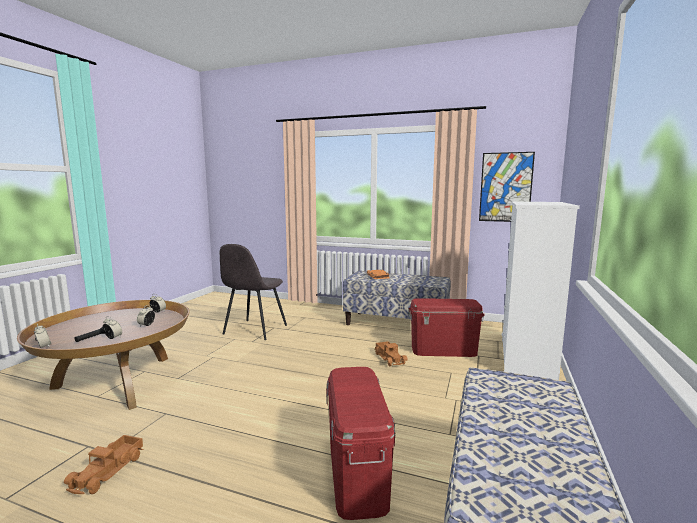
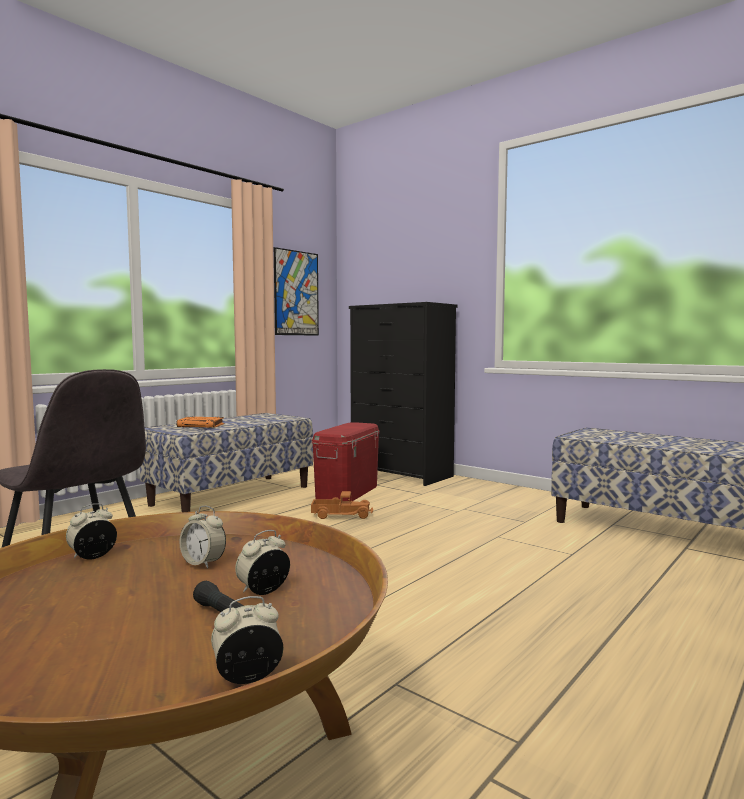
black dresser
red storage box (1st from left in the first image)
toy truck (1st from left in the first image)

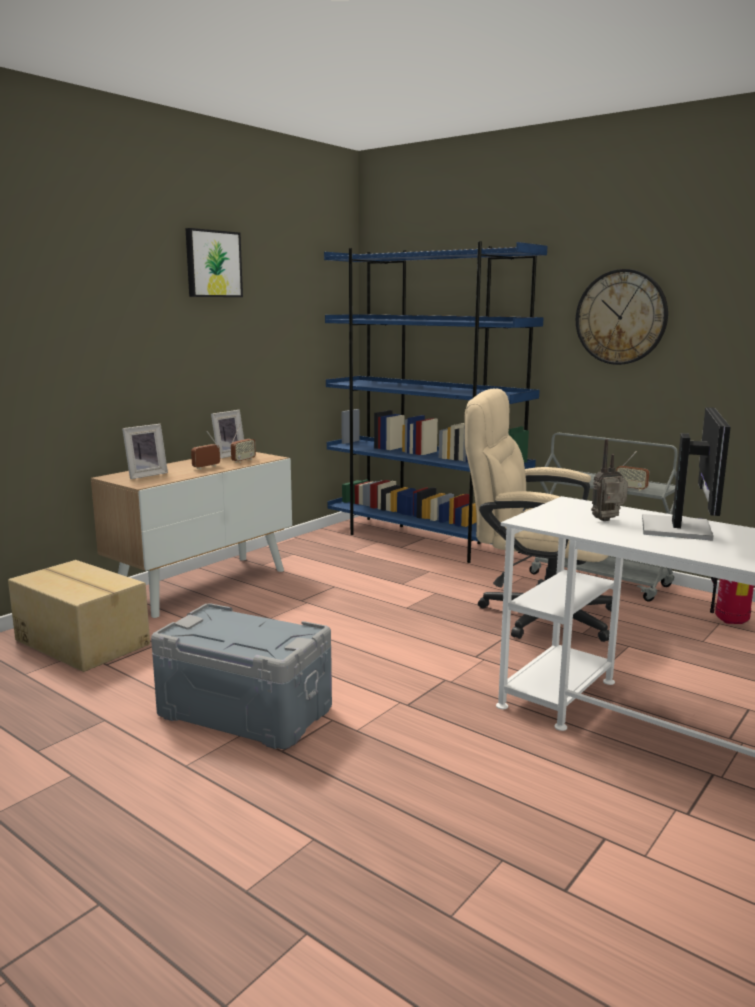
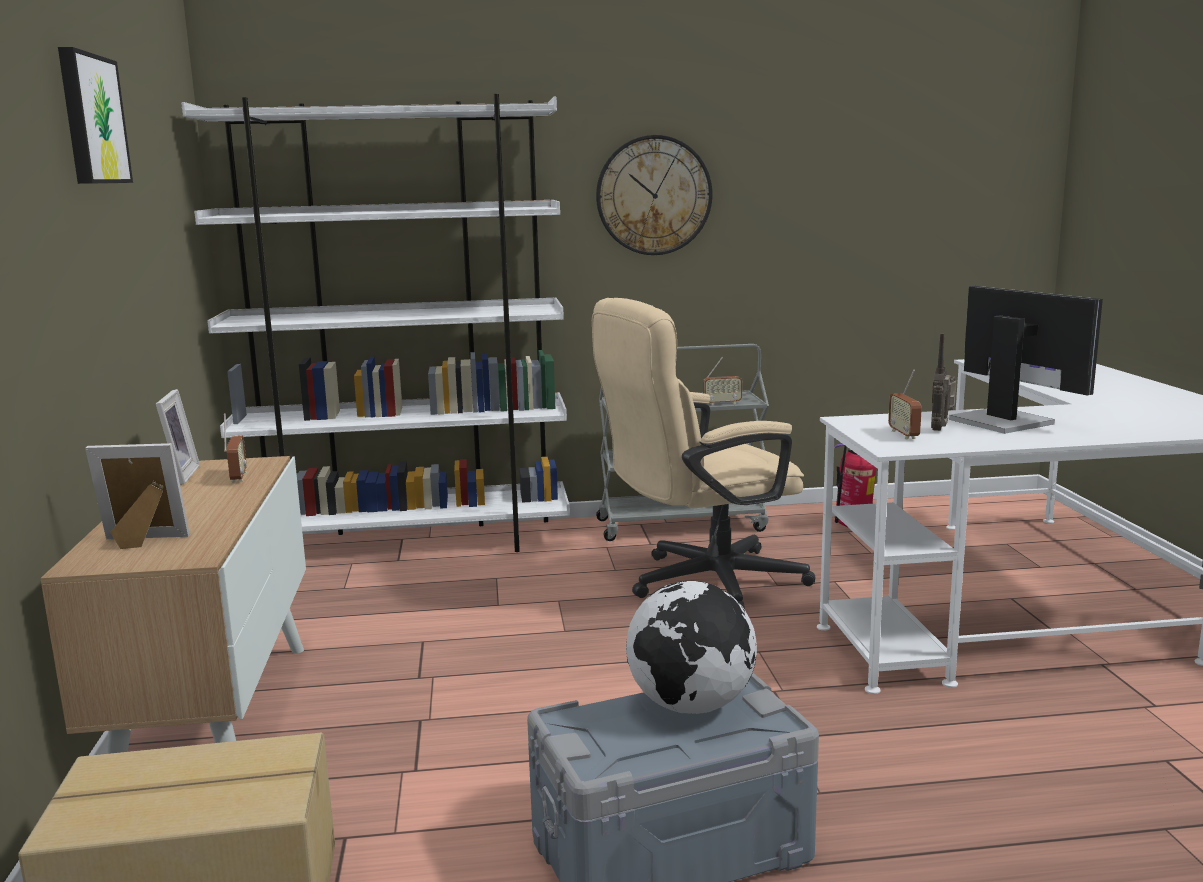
white bookcase
picture frame (1st from left)
radio (3rd from left)
globe

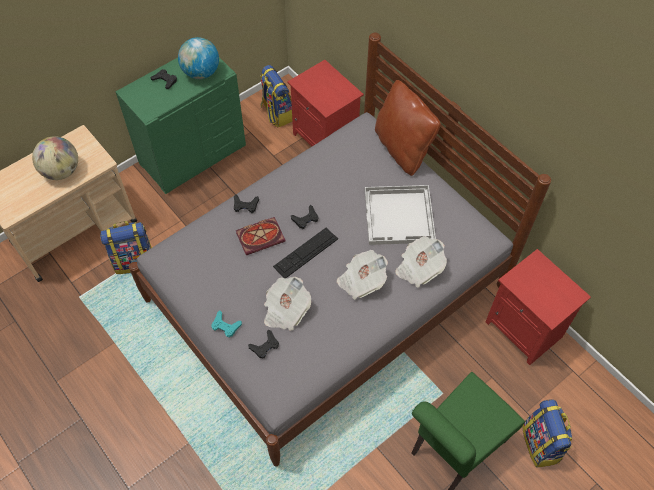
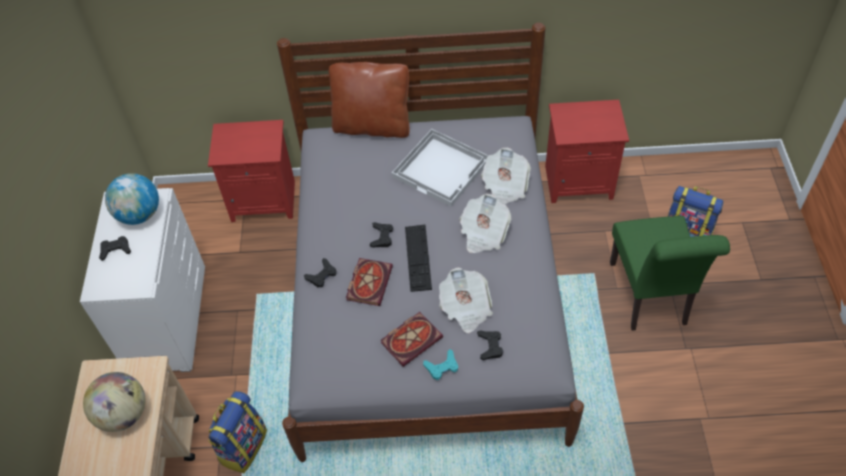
white dresser
backpack (2nd from left in the first image)
book (2nd from left)

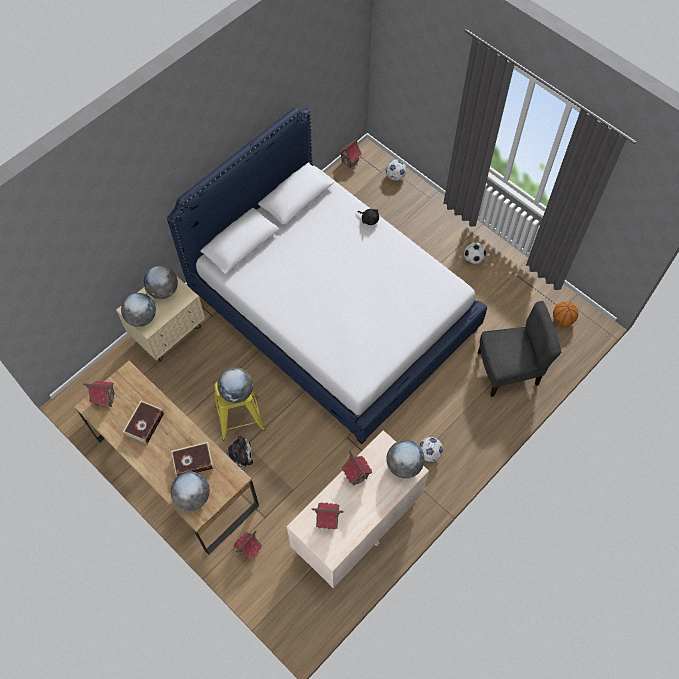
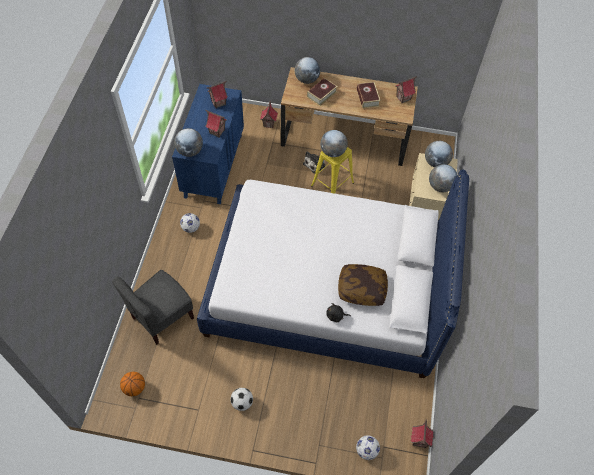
blue dresser
pillow

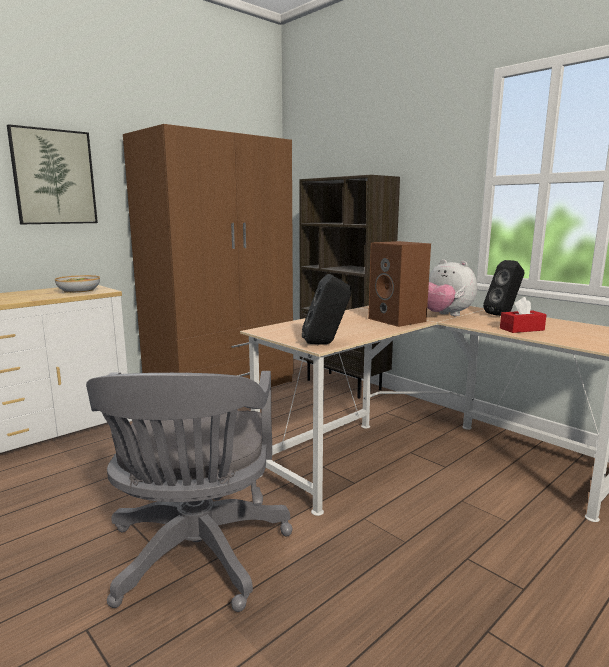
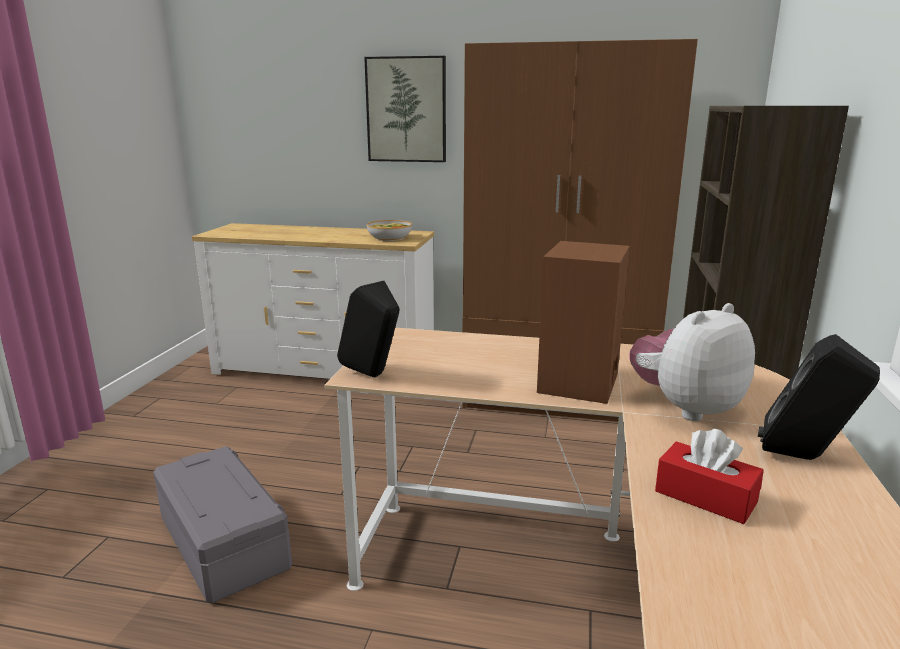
plush toy
grey storage box

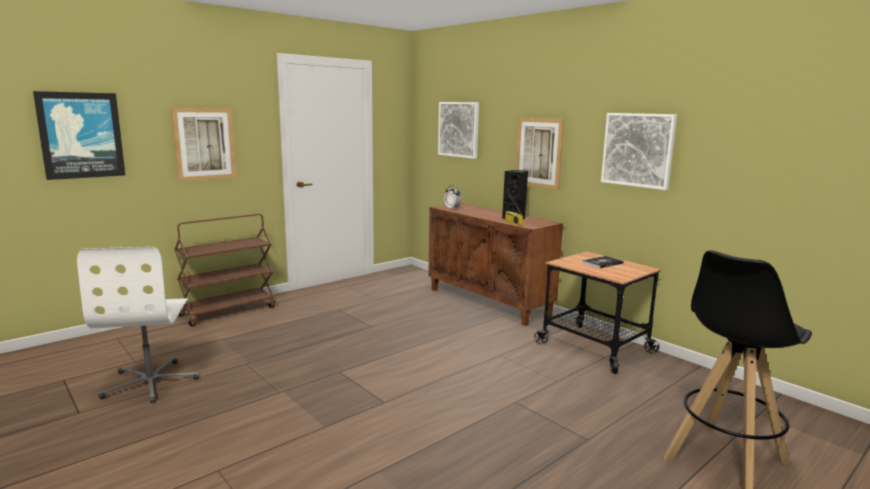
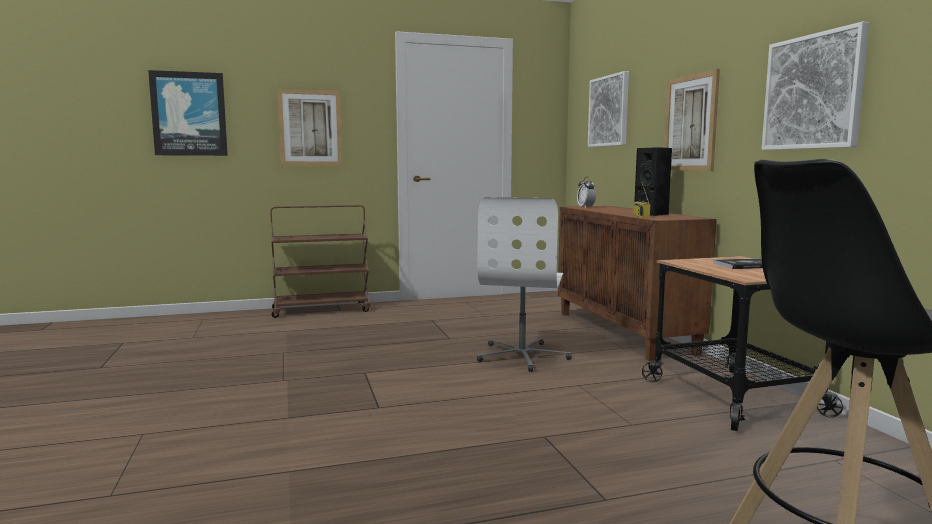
white office chair

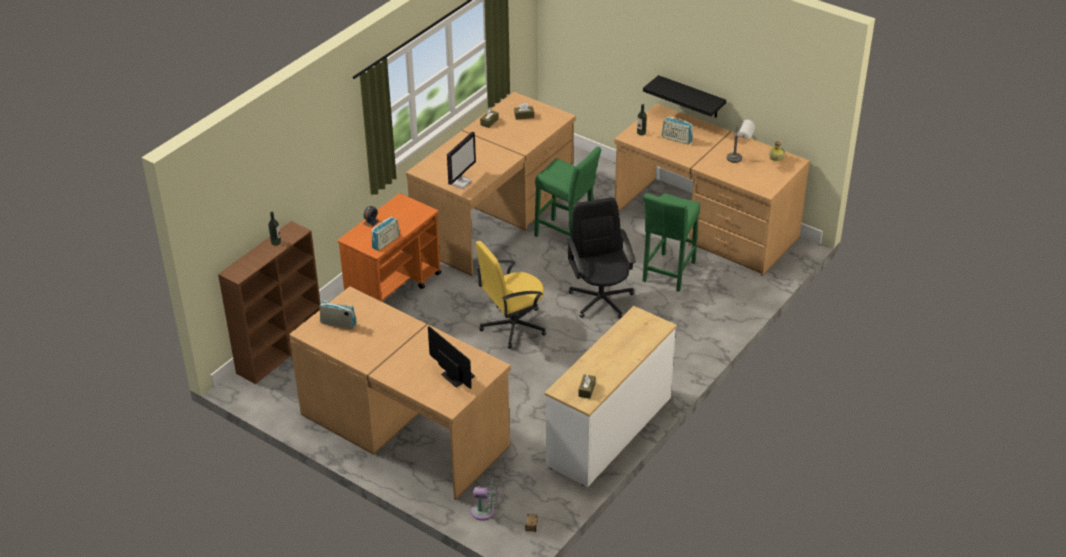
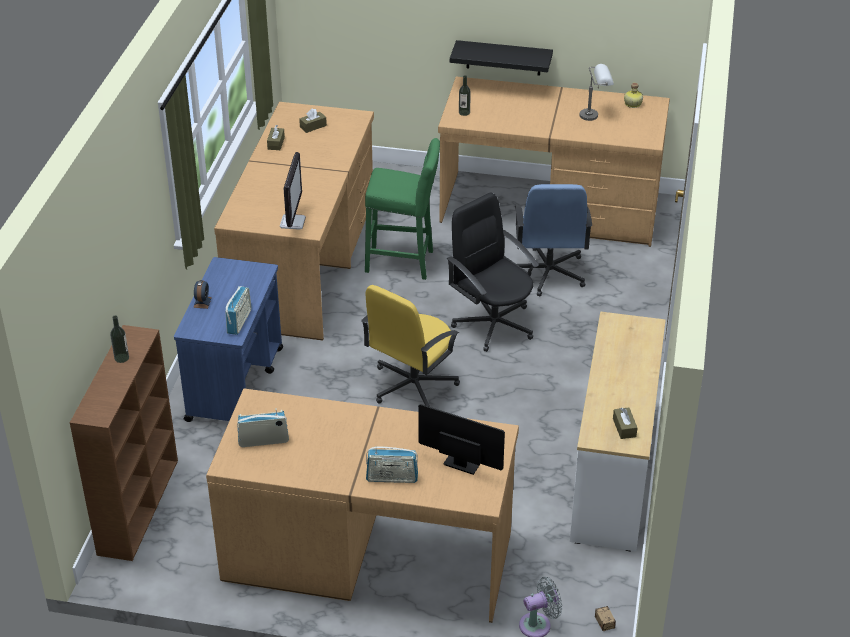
radio (3rd from left)
blue cart
blue office chair

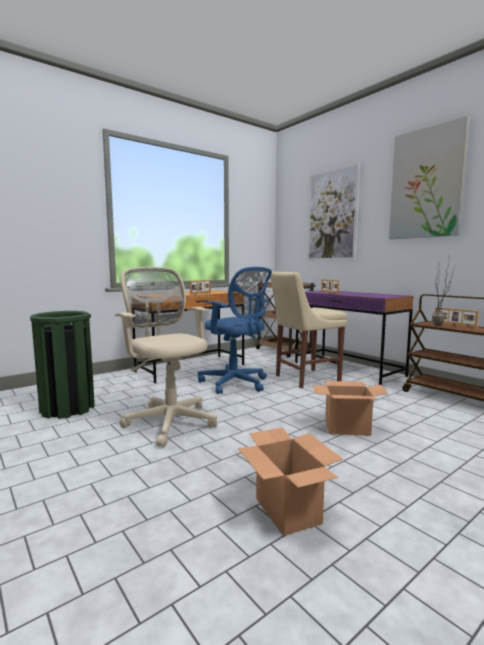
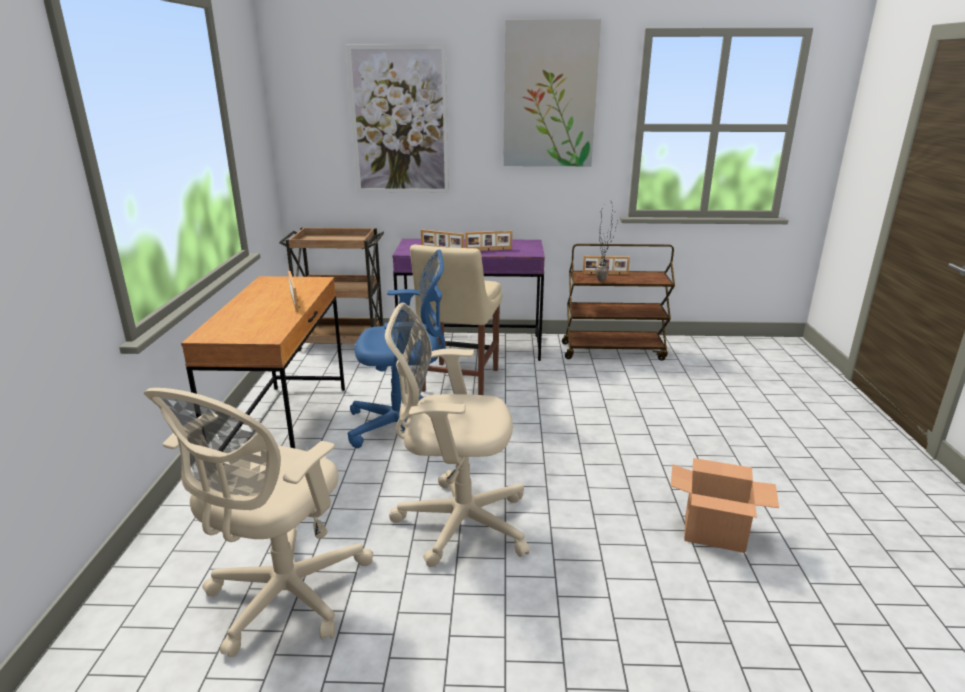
beige office chair (1st from left)
cardboard box (2nd from left in the first image)
picture frame (3rd from left)

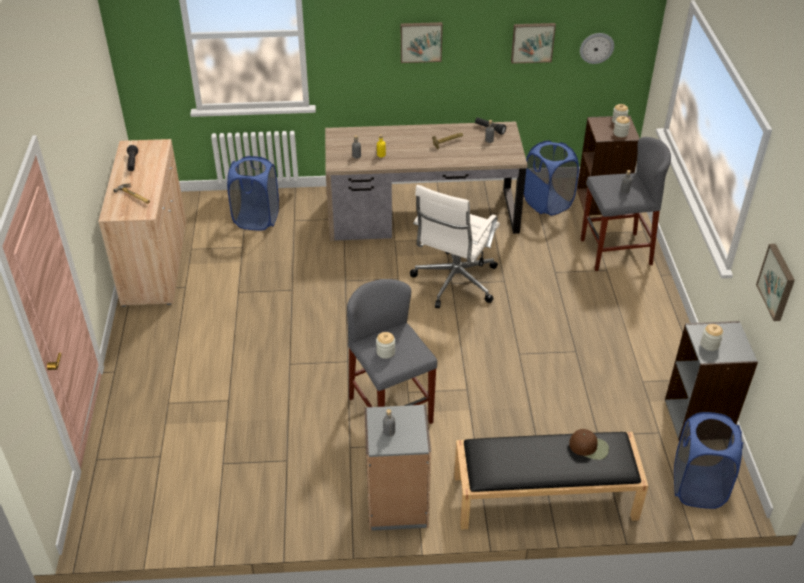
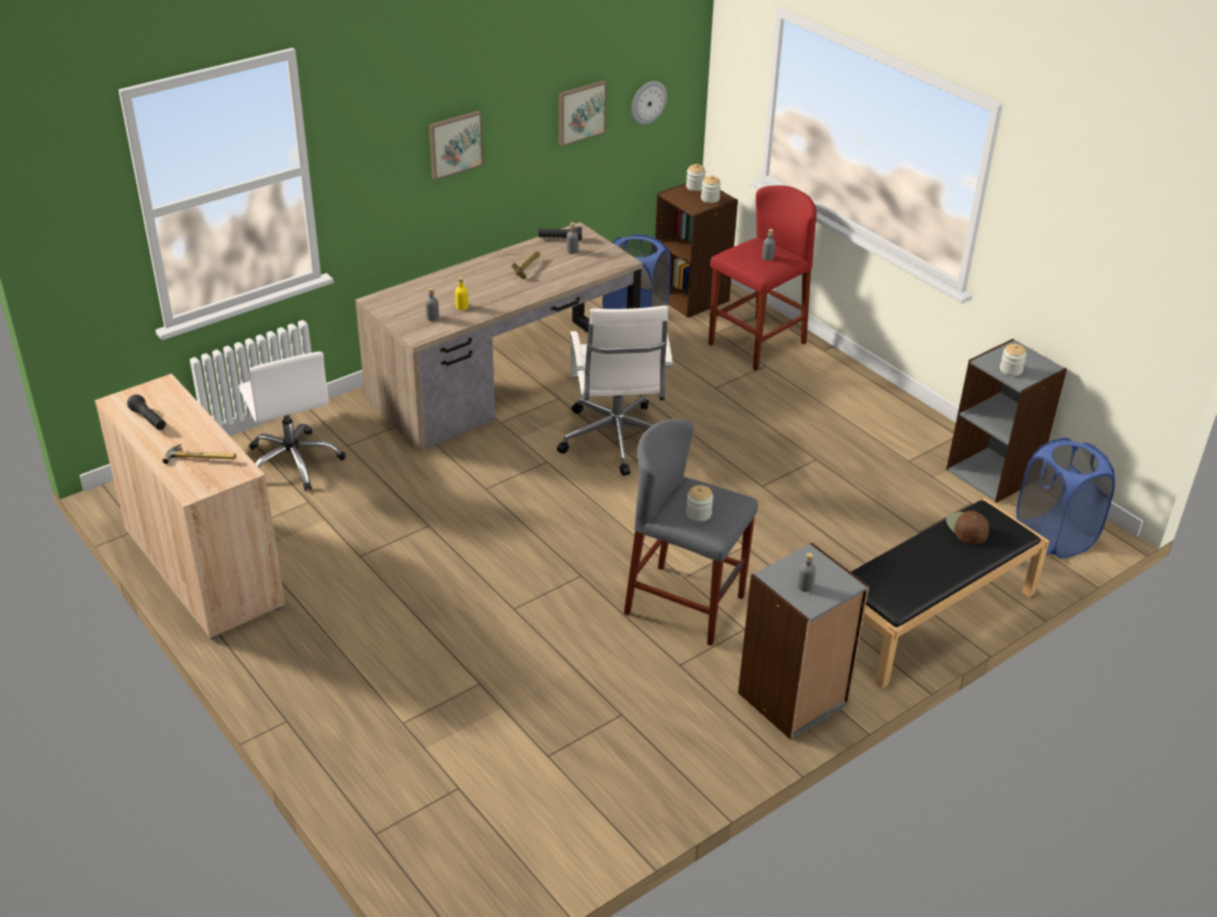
red stool
white office chair (1st from left)
picture (3rd from left in the first image)
brown cap

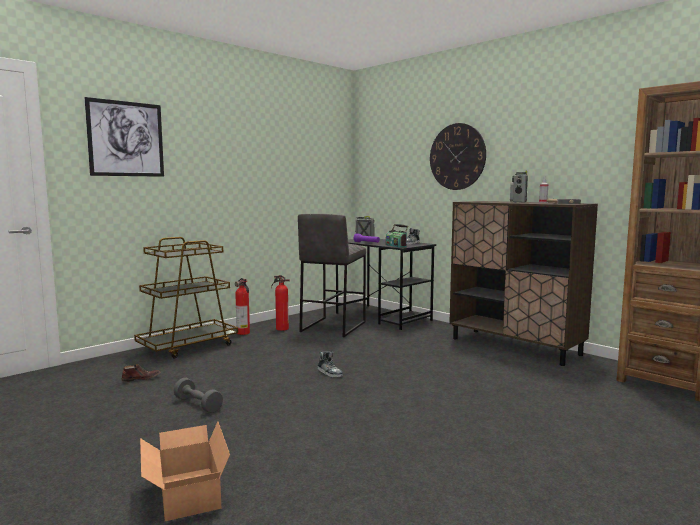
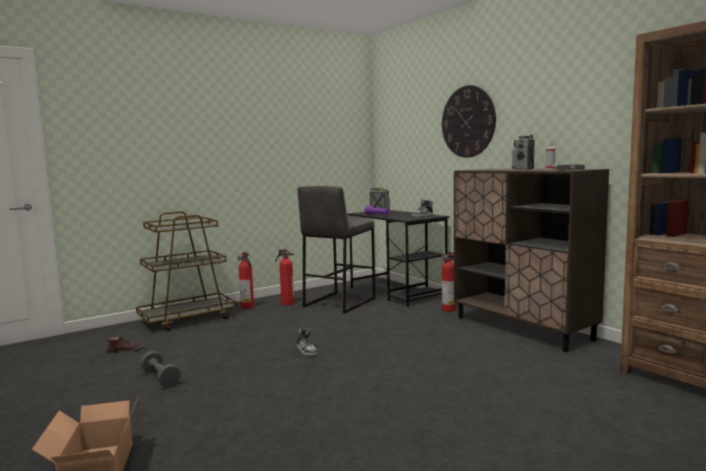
picture
radio (2nd from left in the first image)
fire extinguisher (3rd from left)

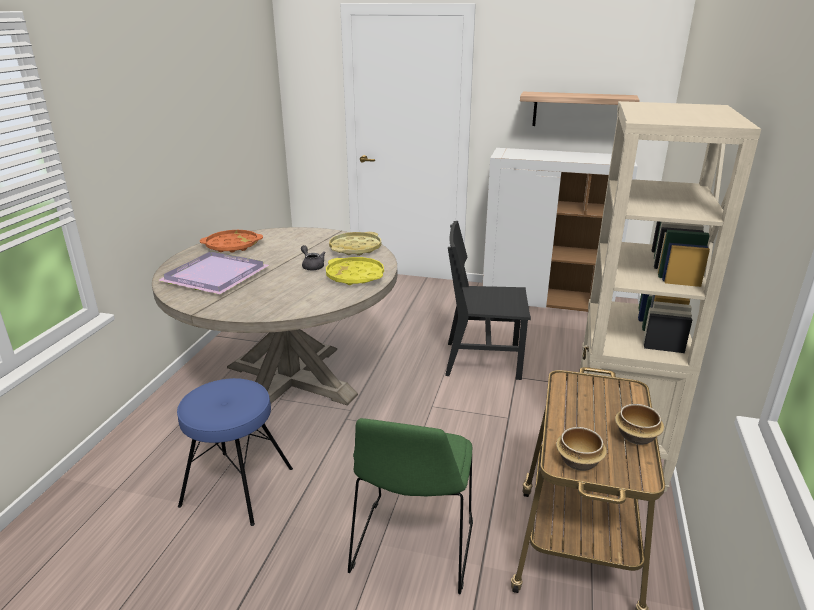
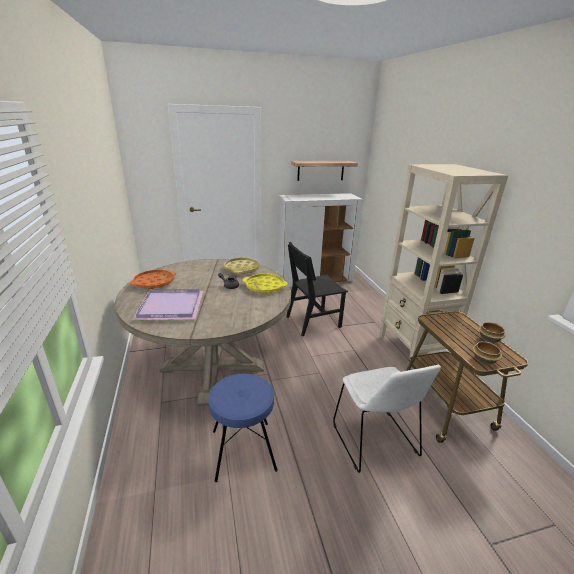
white chair

